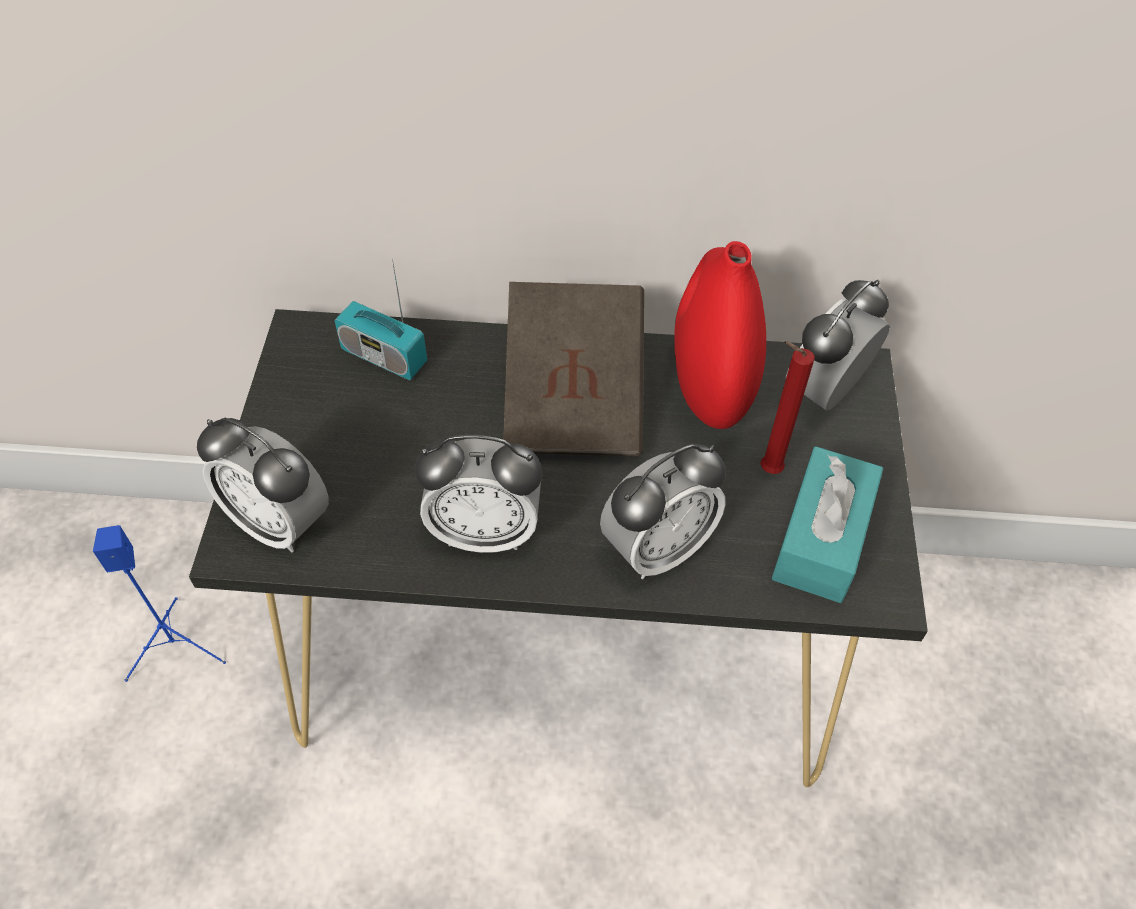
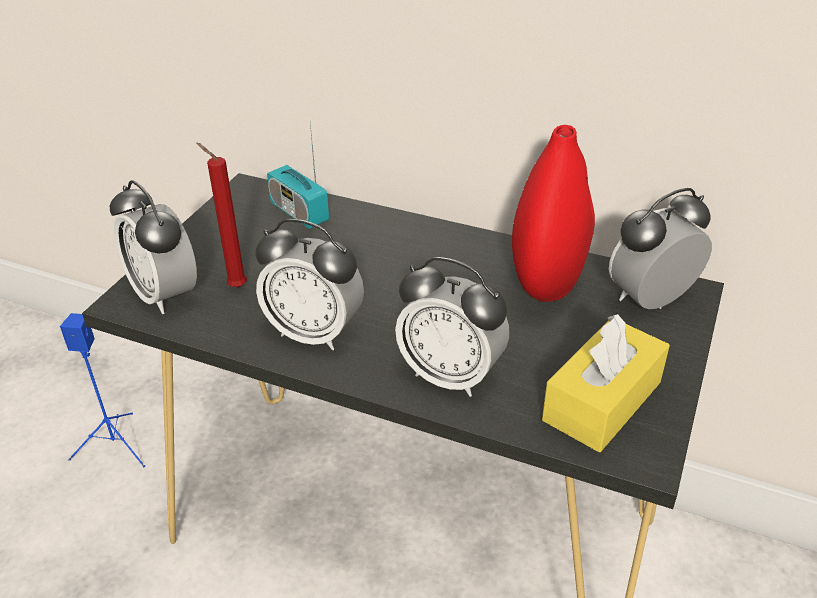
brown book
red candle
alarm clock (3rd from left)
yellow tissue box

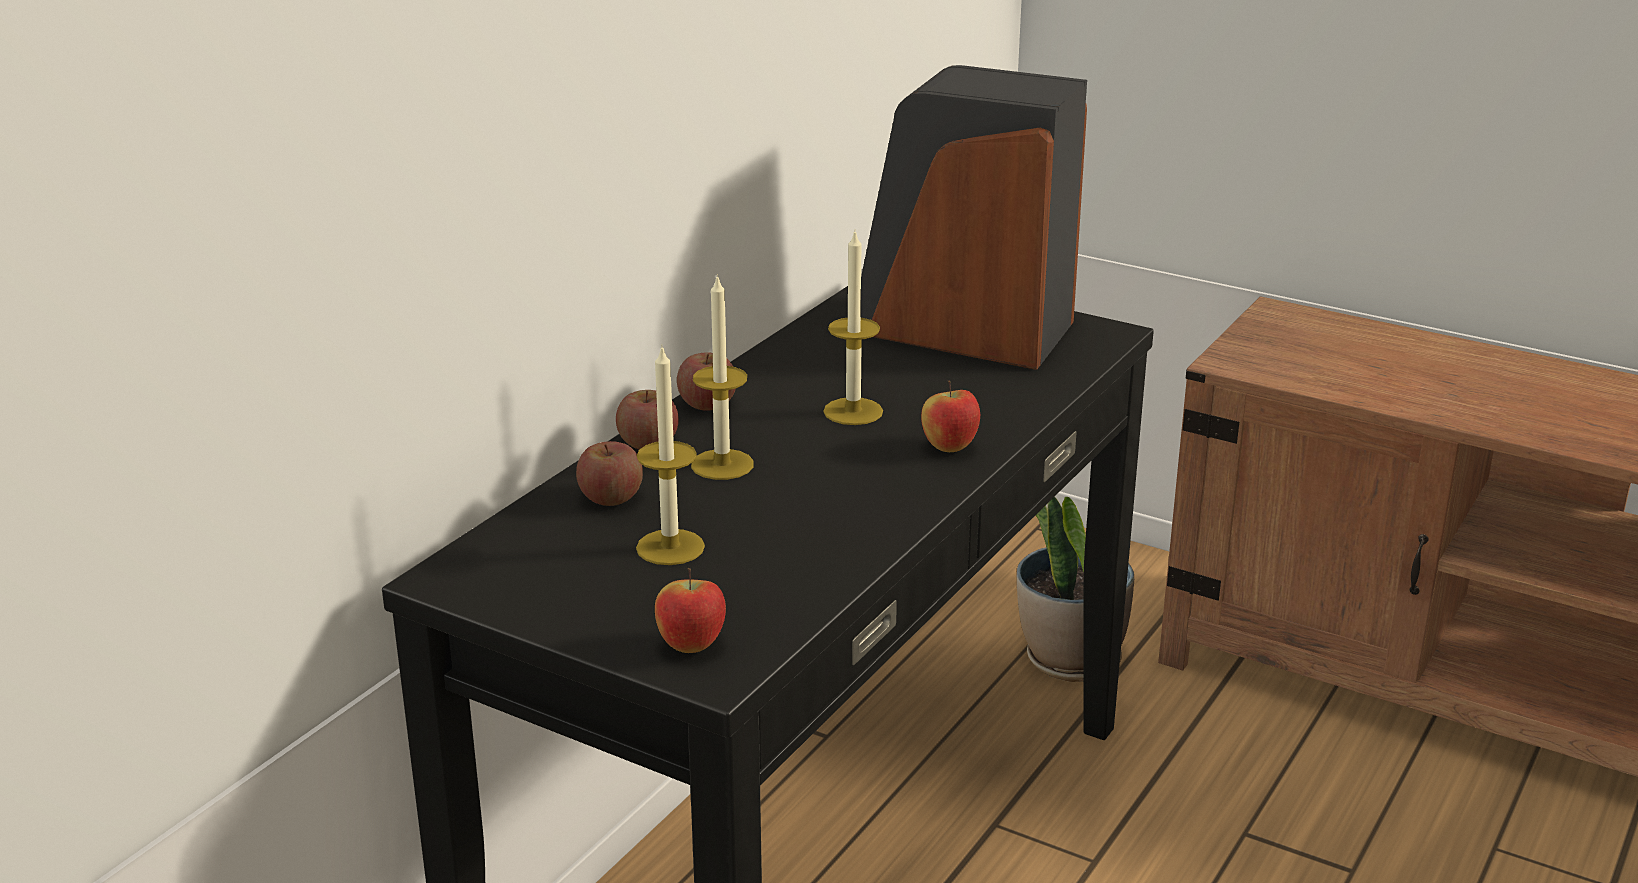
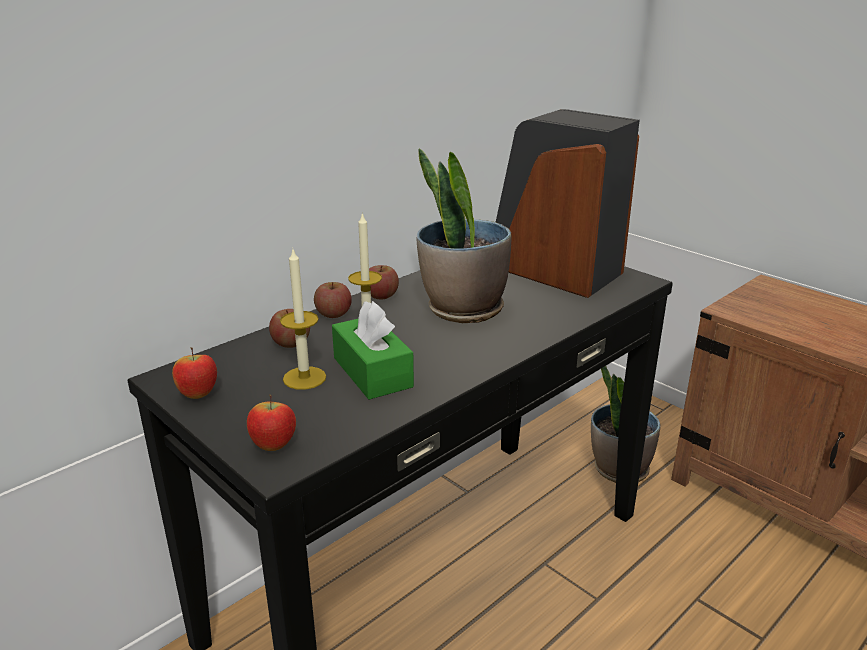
potted plant (1st from left)
apple (1st from left)
green tissue box

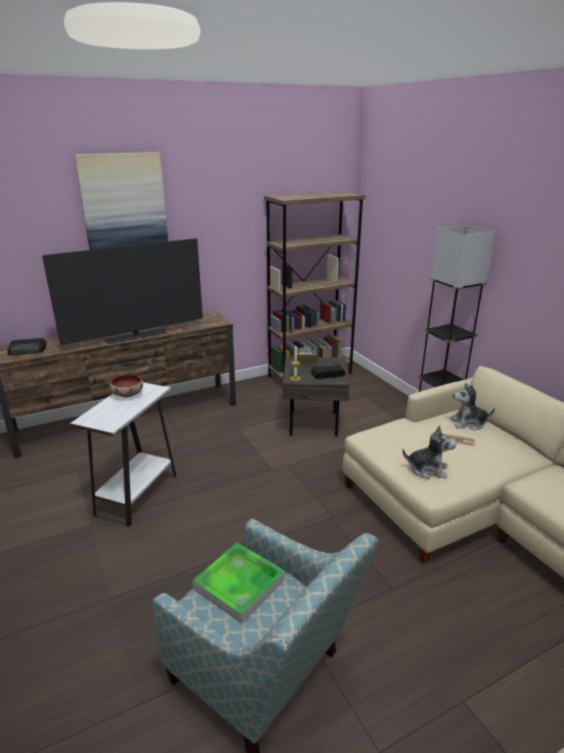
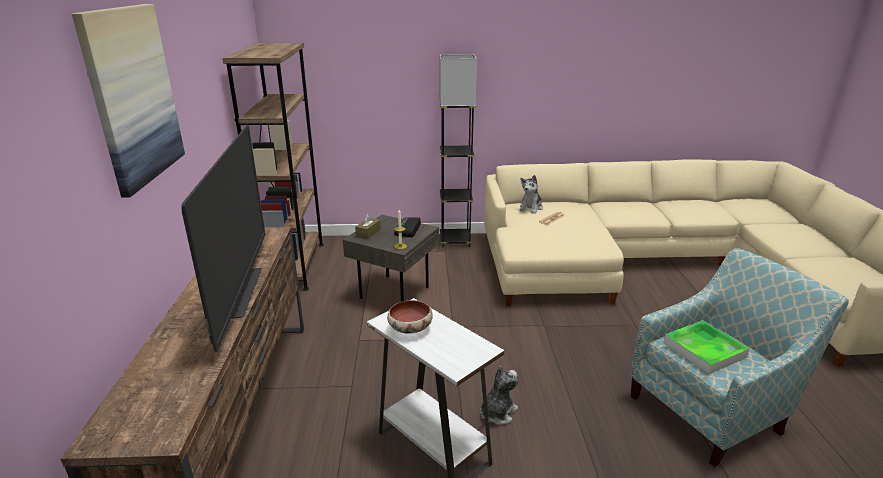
radio (1st from left in the first image)
plush toy (1st from left)

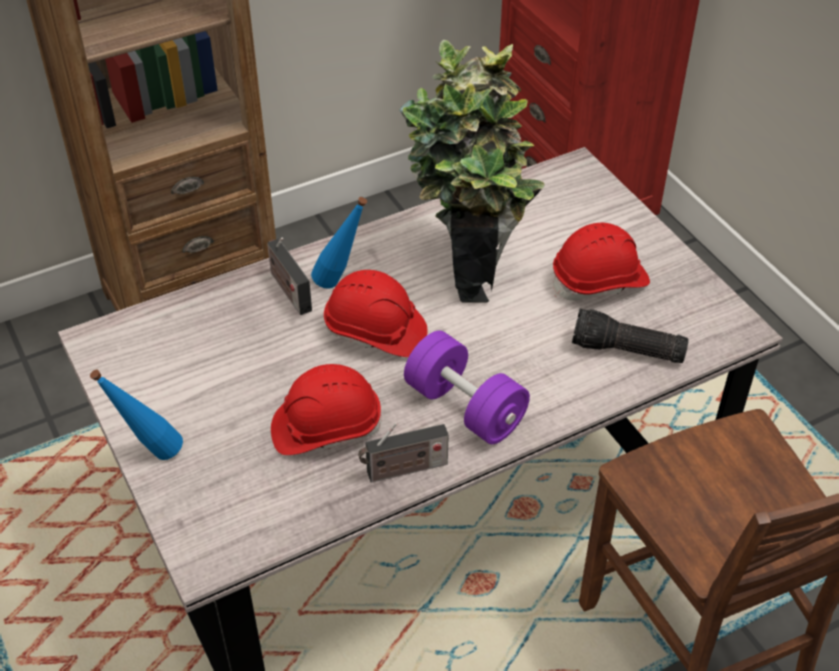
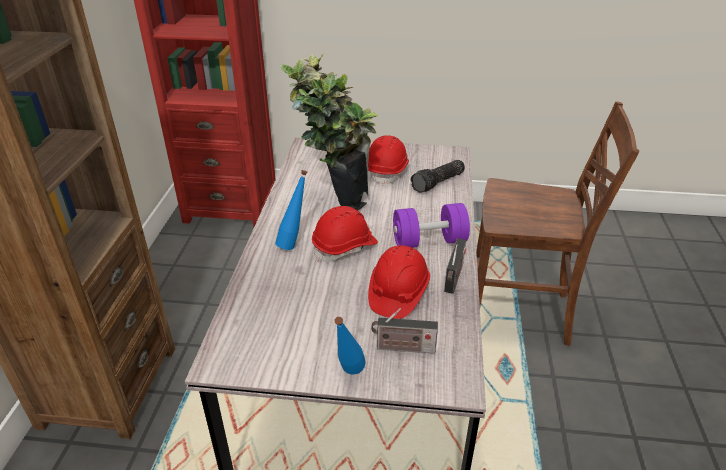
radio (1st from left)

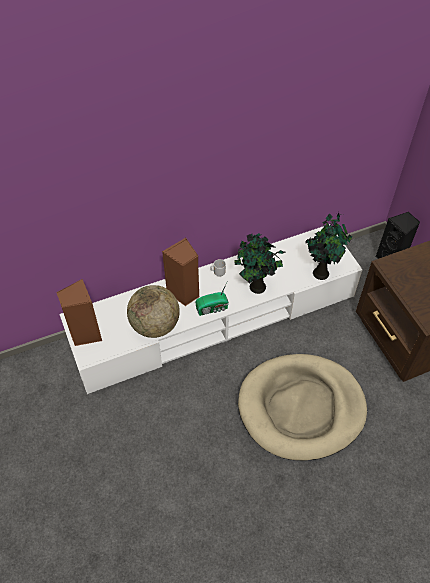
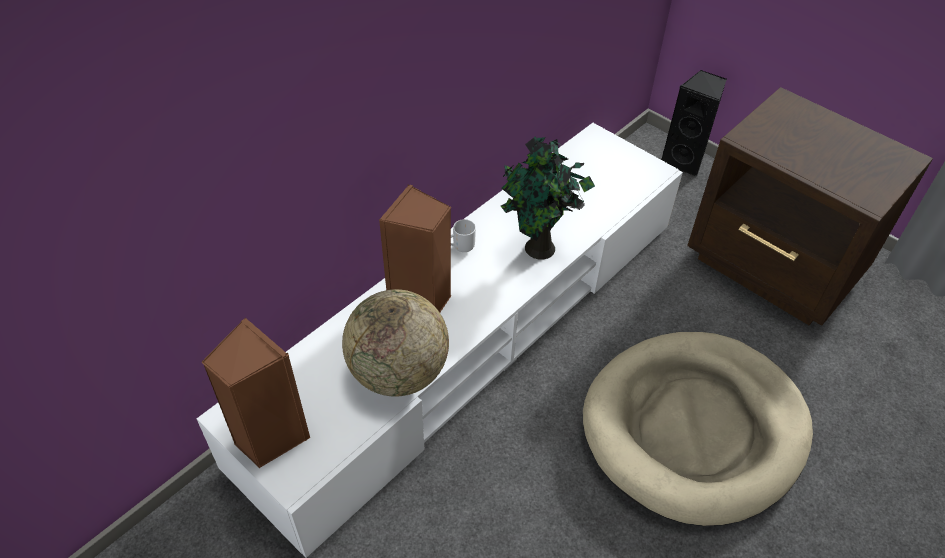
potted plant (2nd from left in the first image)
radio

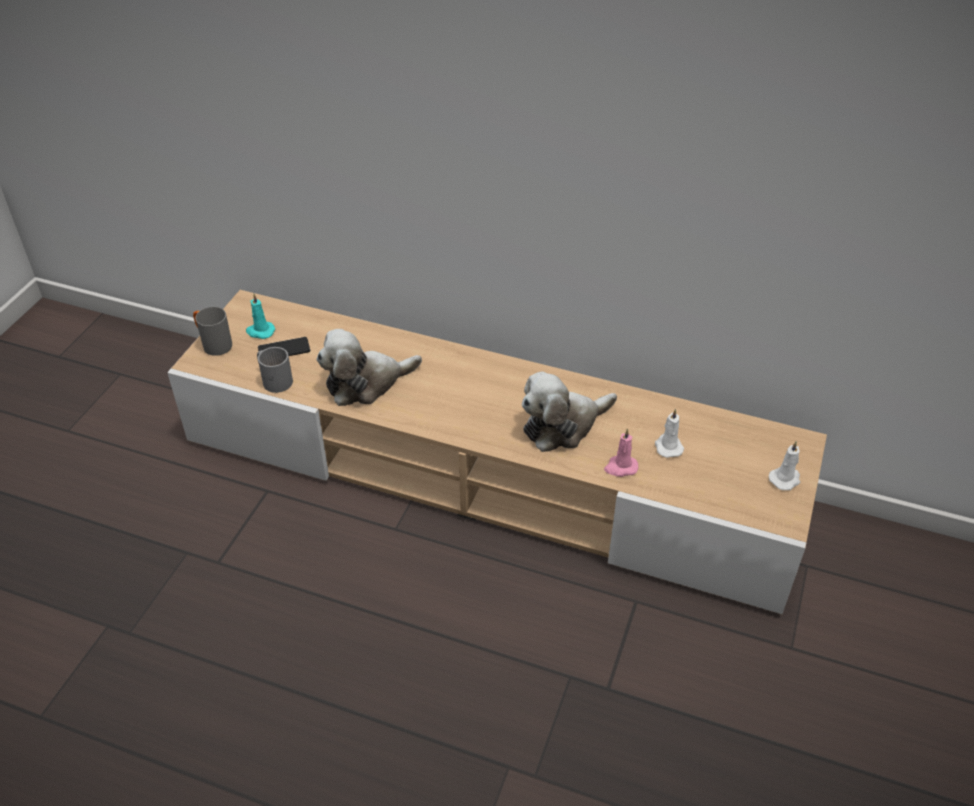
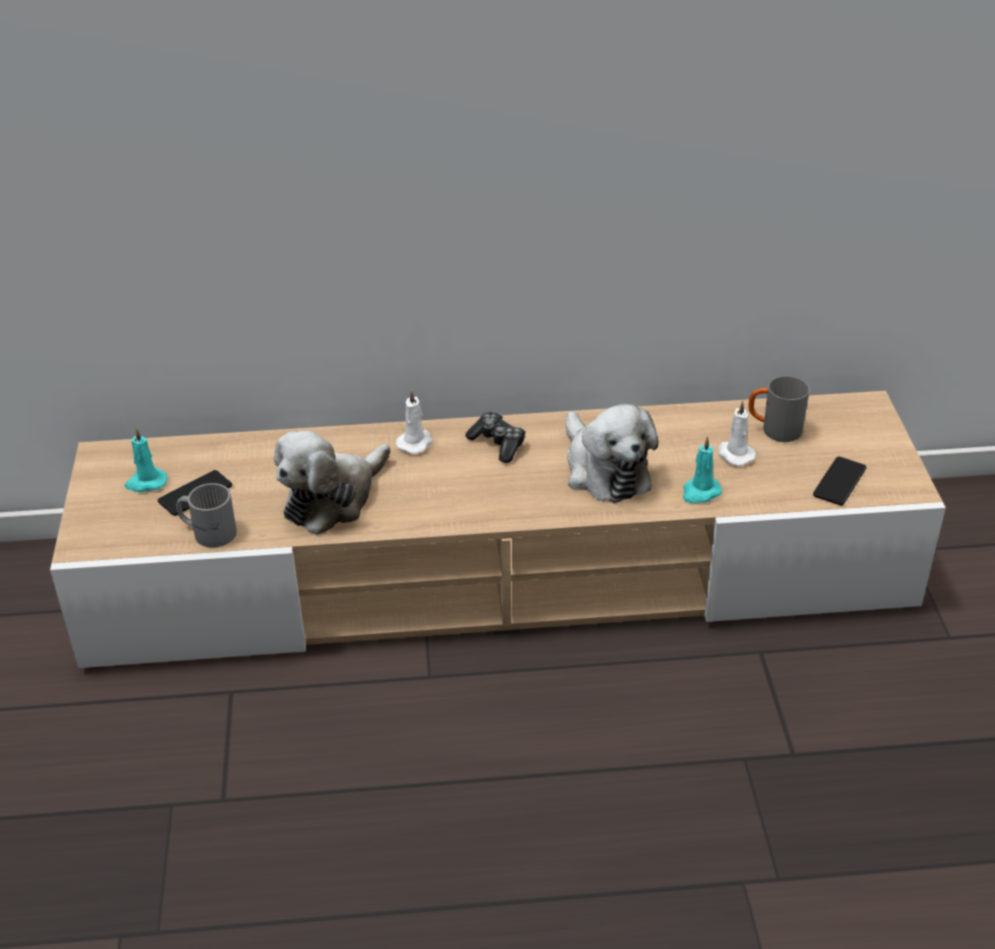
grey mug (2nd from left)
plush toy (2nd from left)
turquoise candle (2nd from left)
white candle (1st from left)
game controller
phone (2nd from left)

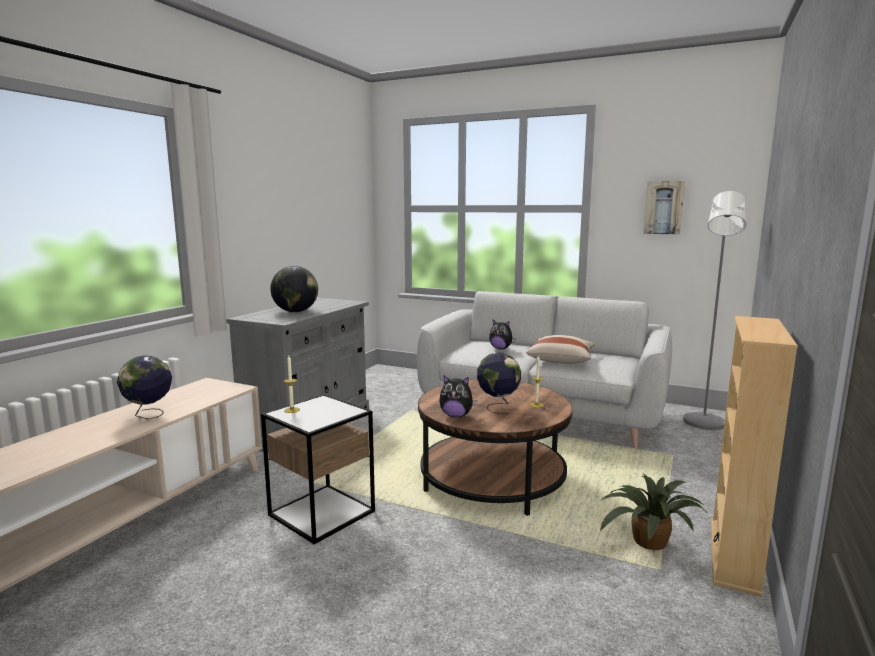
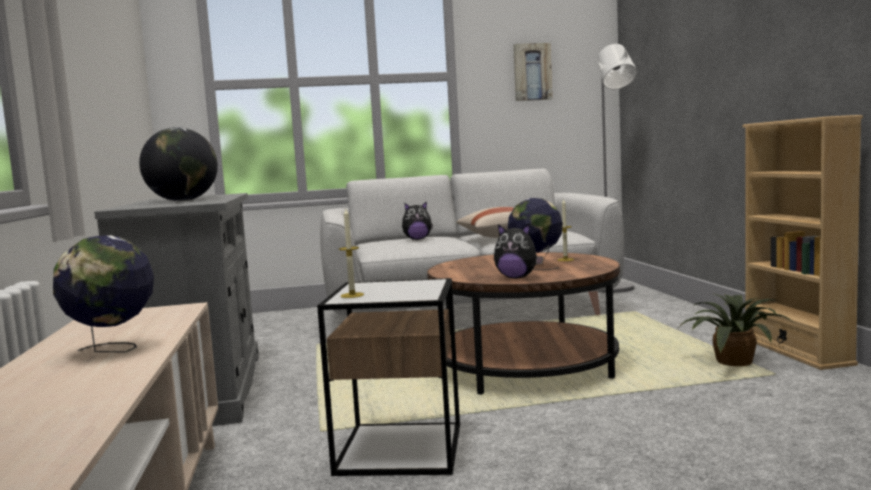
plush toy (2nd from left)

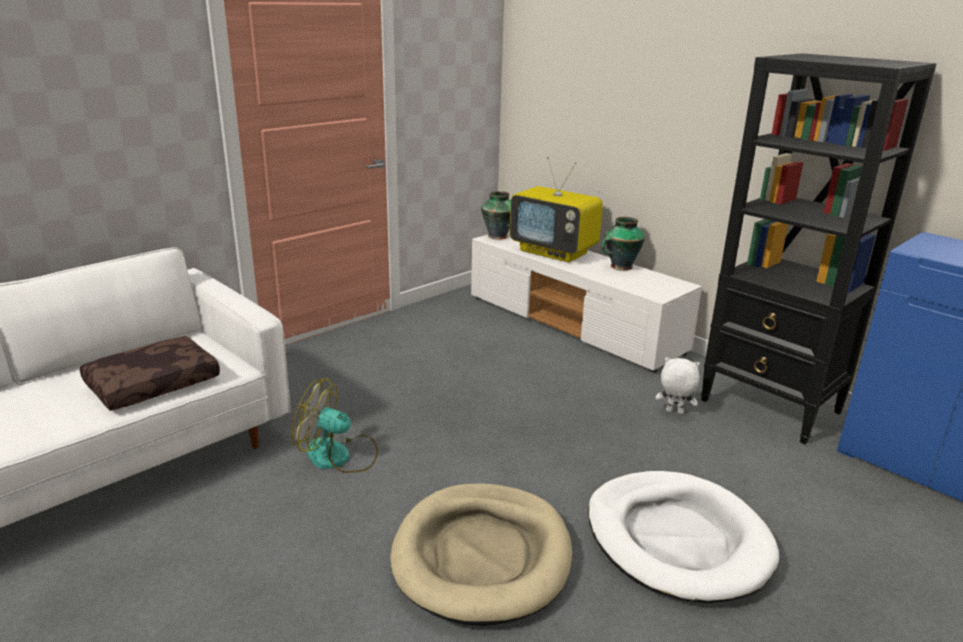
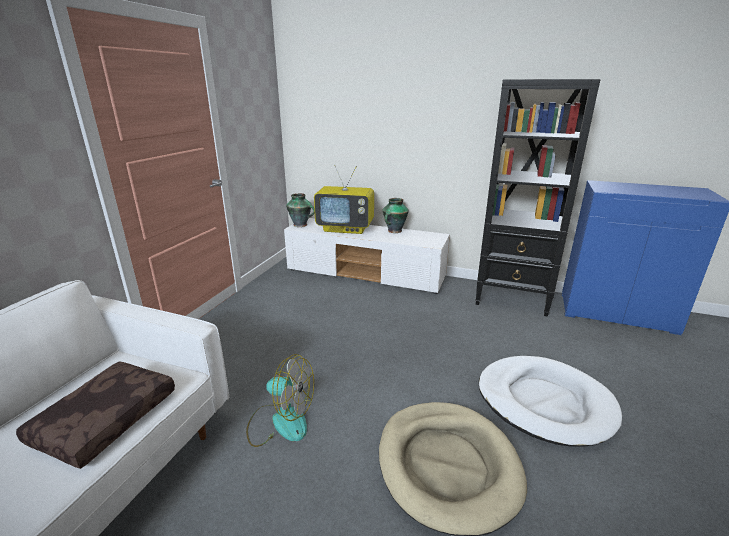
white plush toy
fan

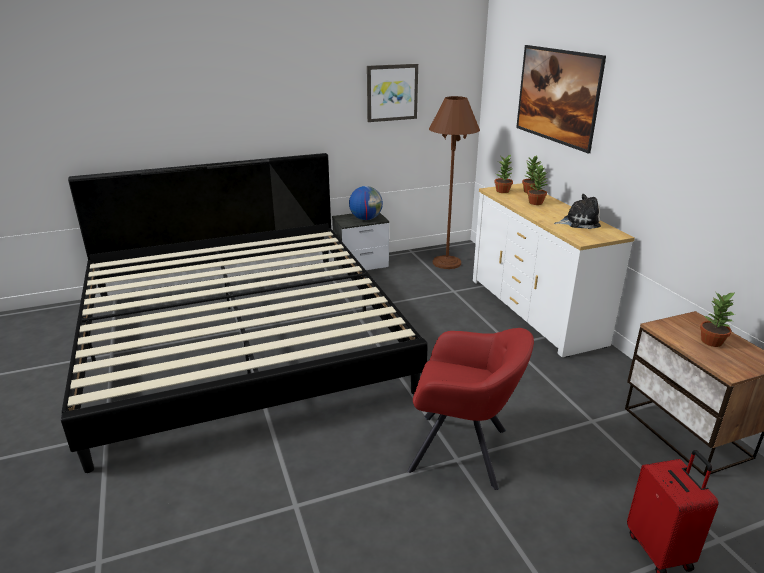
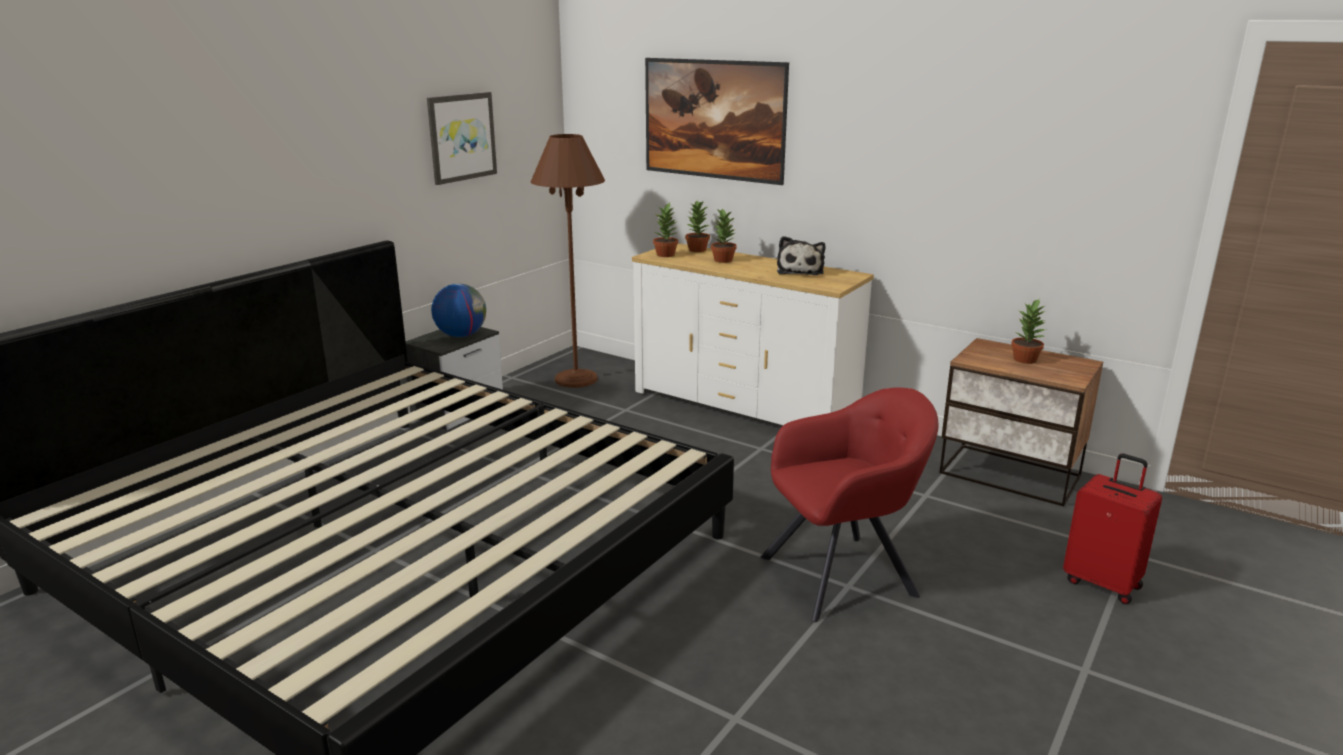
plush toy

